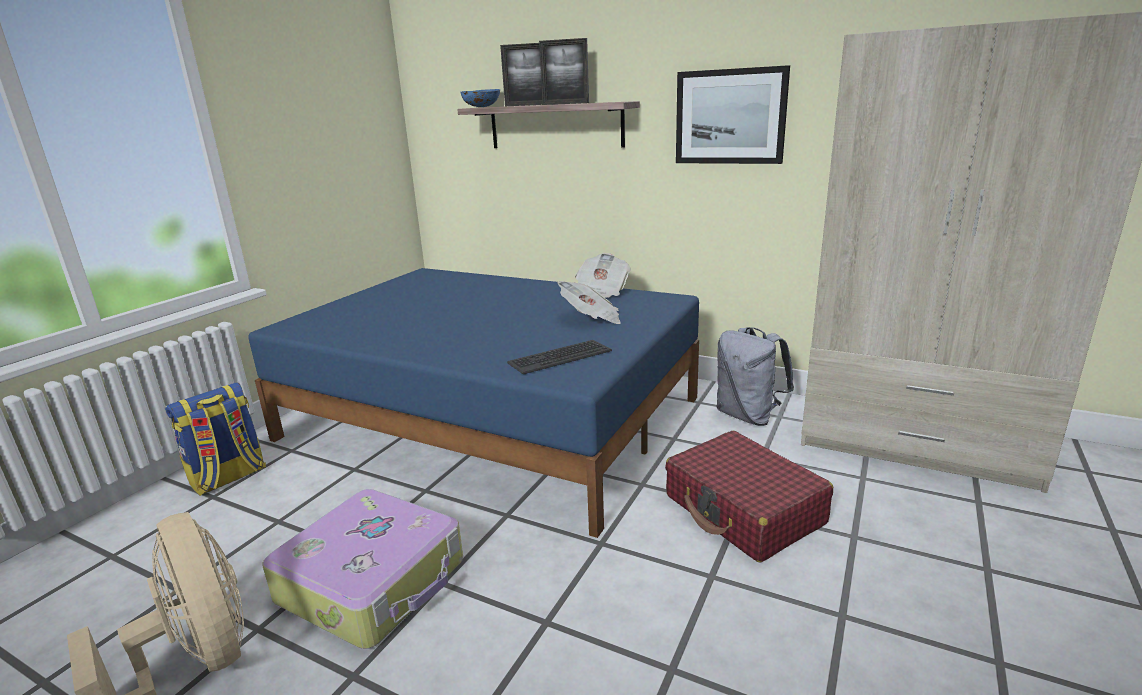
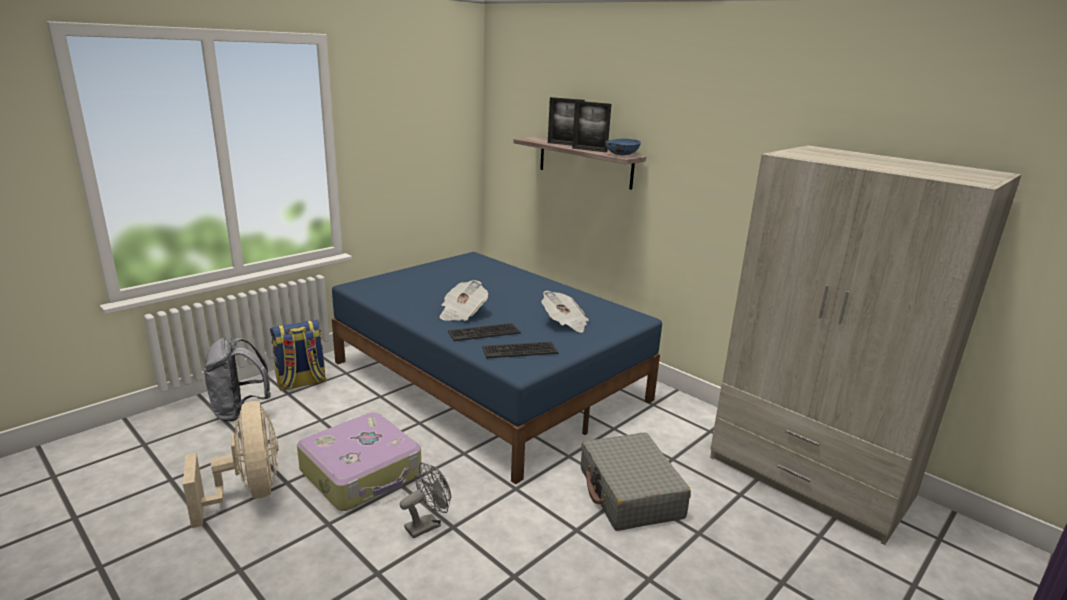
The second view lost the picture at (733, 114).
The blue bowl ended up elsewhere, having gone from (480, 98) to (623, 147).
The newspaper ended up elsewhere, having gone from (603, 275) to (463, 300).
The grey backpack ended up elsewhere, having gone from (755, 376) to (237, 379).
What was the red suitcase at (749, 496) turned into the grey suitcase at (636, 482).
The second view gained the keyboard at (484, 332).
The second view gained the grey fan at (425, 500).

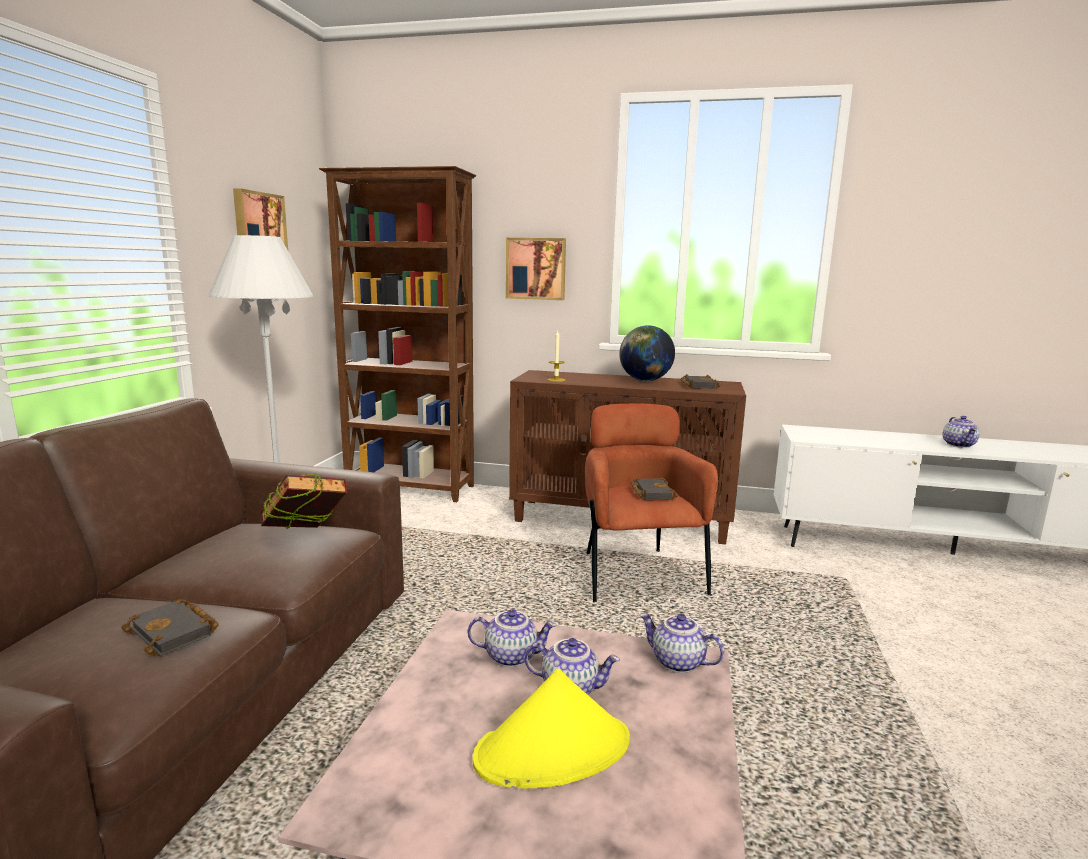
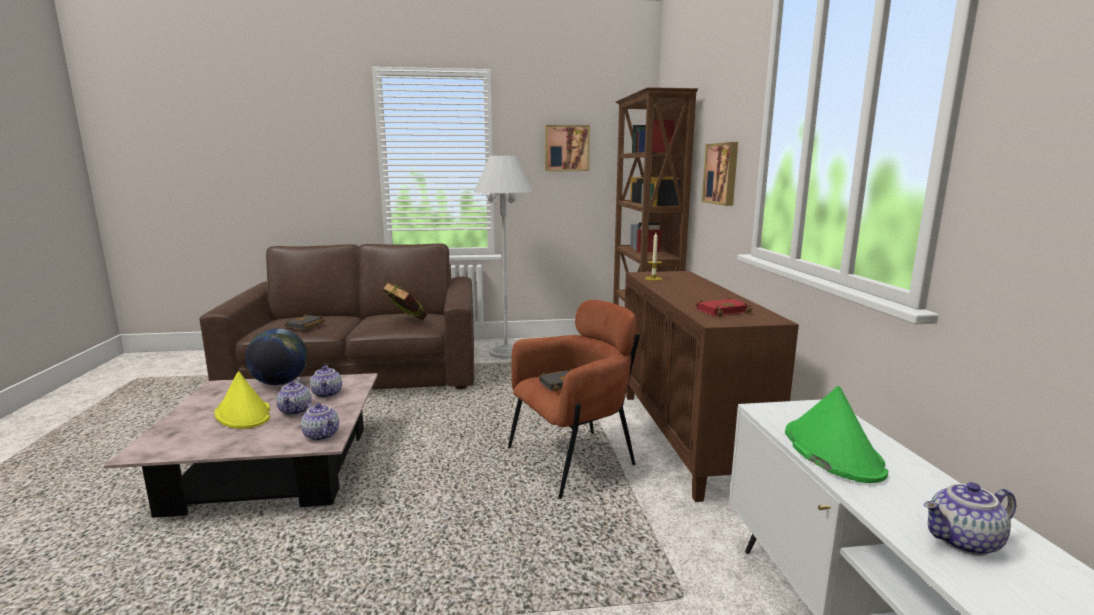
The globe ended up elsewhere, having gone from (647, 353) to (276, 357).
What was the black book at (701, 381) turned into the red book at (724, 307).
The teapot at (682, 643) ended up facing another way, 120 degrees clockwise from before.
The second view gained the green hat at (837, 434).

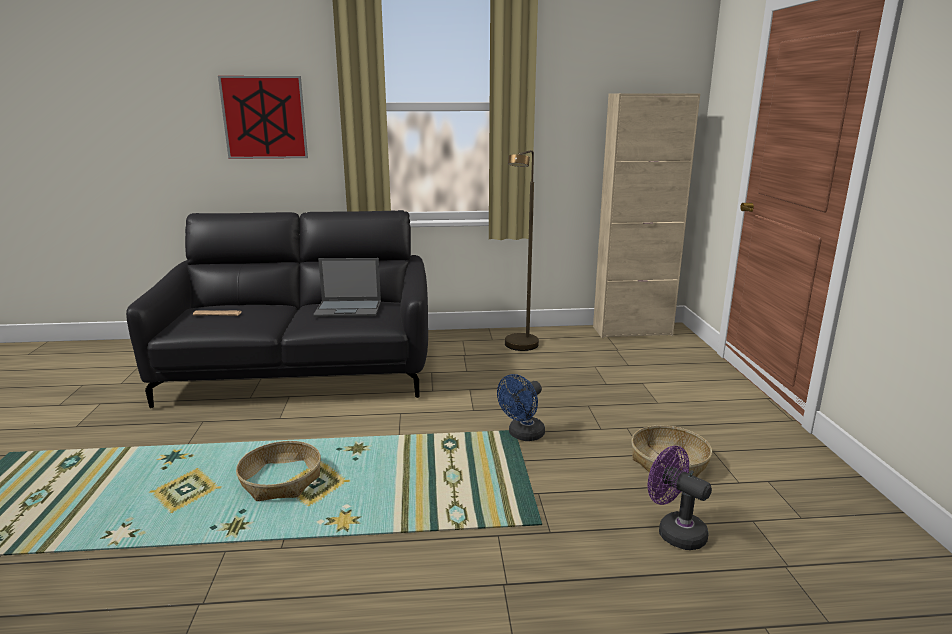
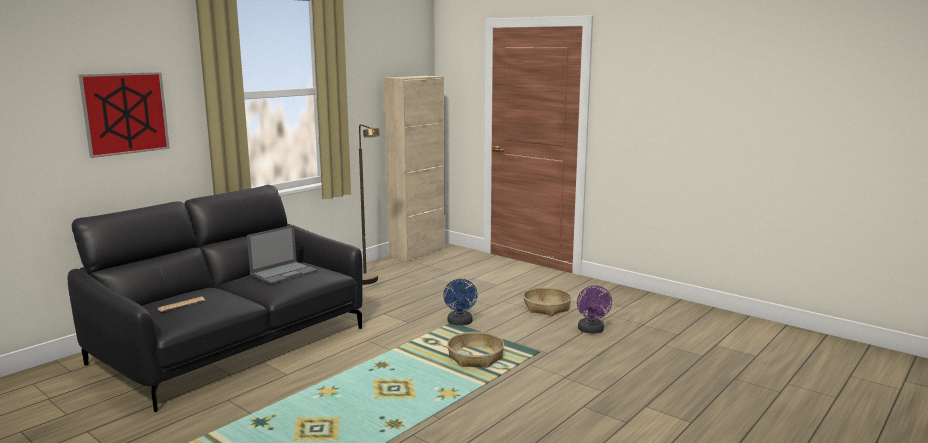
The basket ended up elsewhere, having gone from (278, 471) to (475, 350).
The purple fan at (680, 498) ended up facing another way, 90 degrees counterclockwise from before.

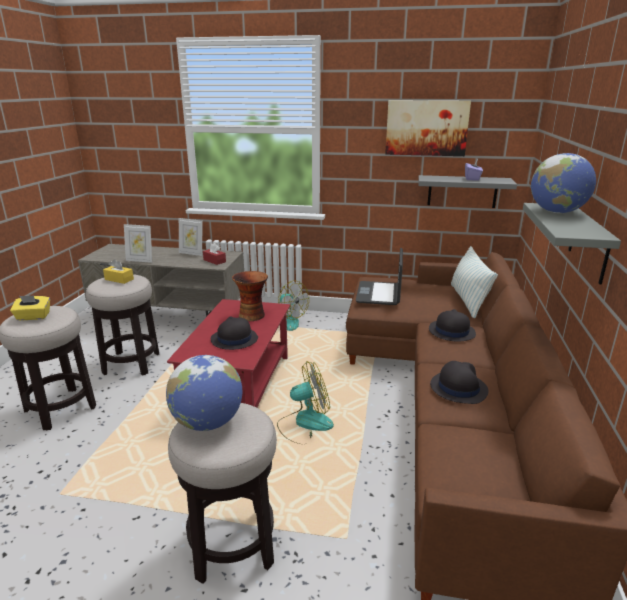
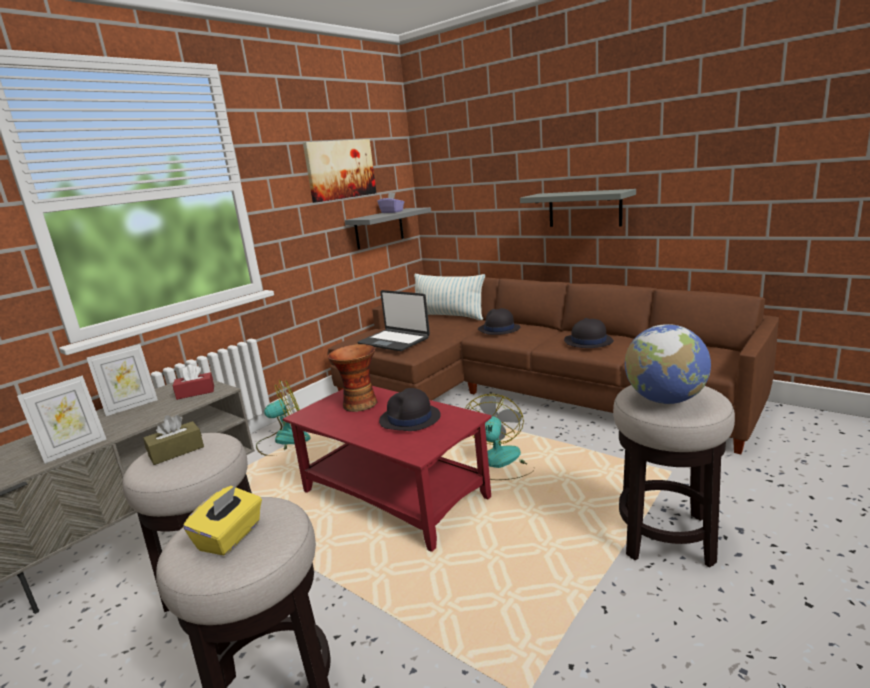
The second view lost the globe at (563, 183).
What was the yellow tissue box at (118, 271) turned into the brown tissue box at (173, 440).

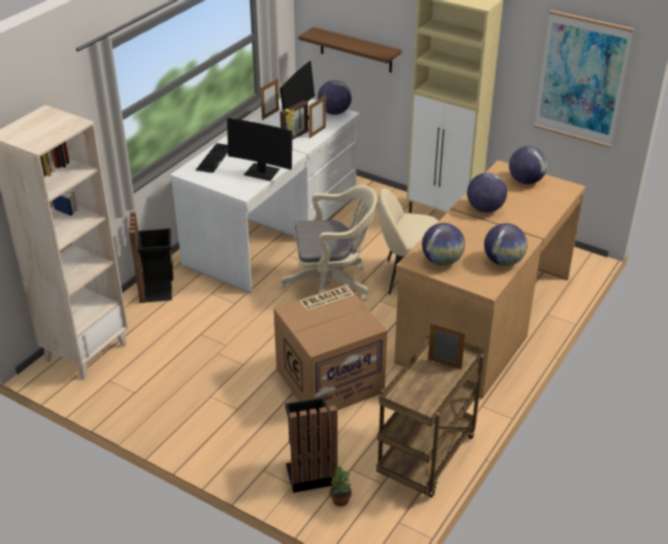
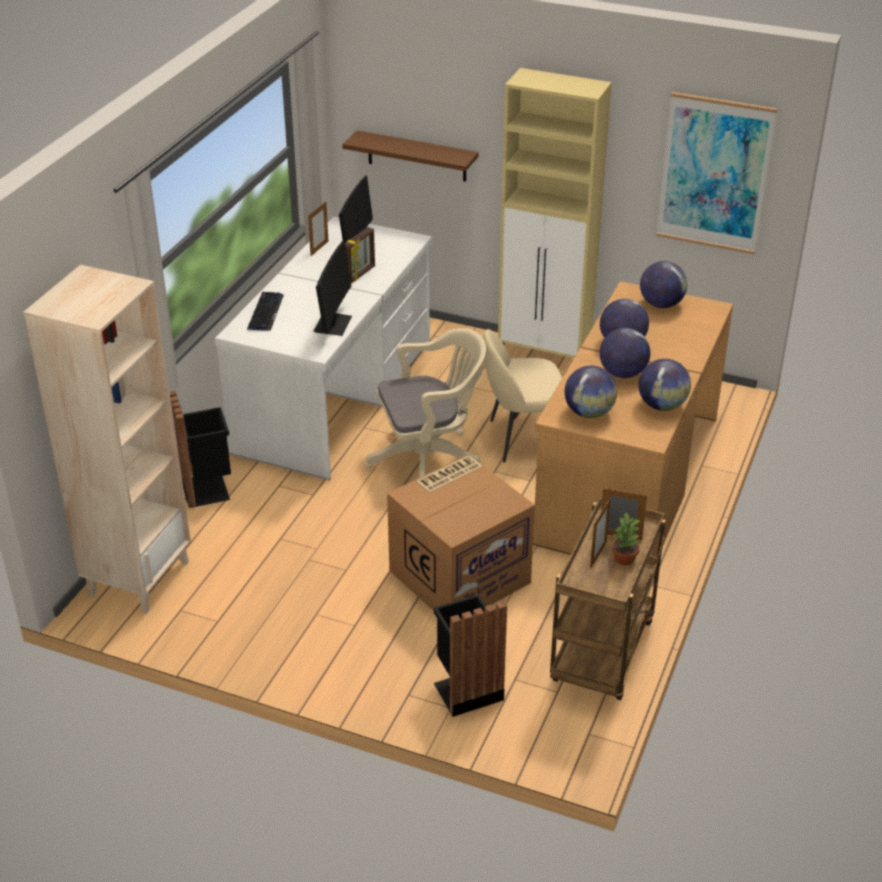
The globe ended up elsewhere, having gone from (335, 97) to (625, 353).
The picture frame ended up elsewhere, having gone from (317, 117) to (600, 533).
The monitor at (259, 149) ended up facing another way, 90 degrees counterclockwise from before.
The potted plant ended up elsewhere, having gone from (341, 486) to (626, 538).

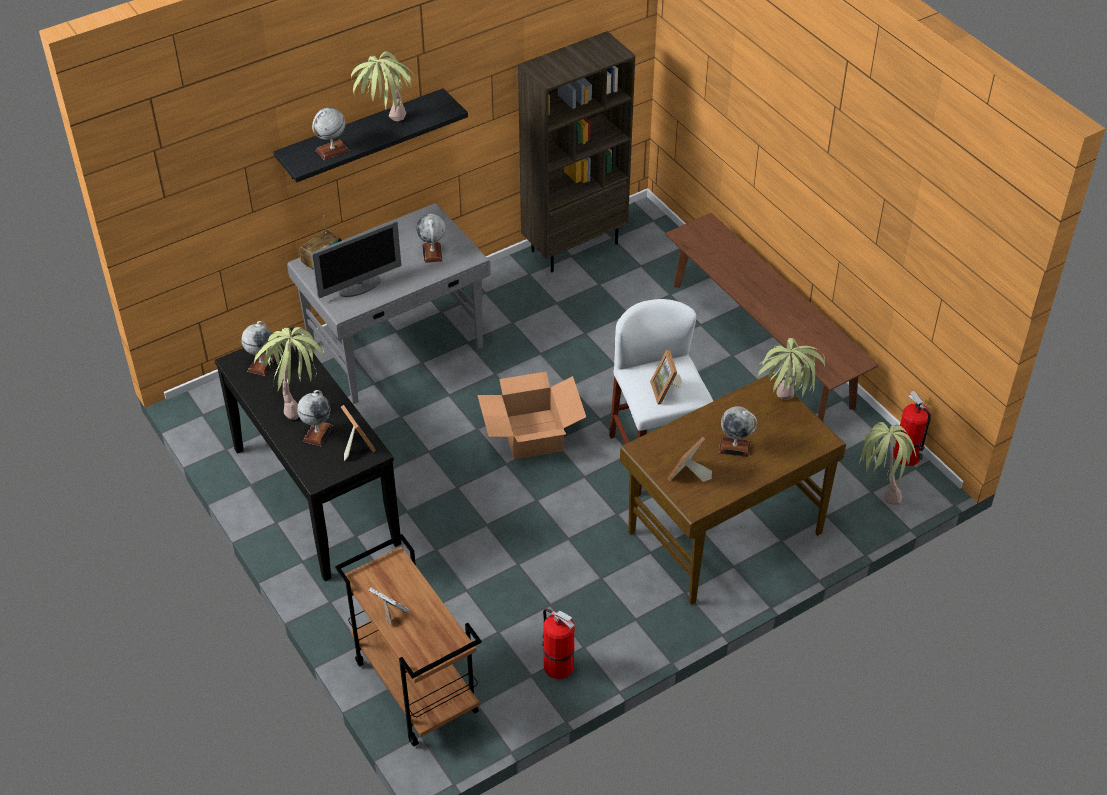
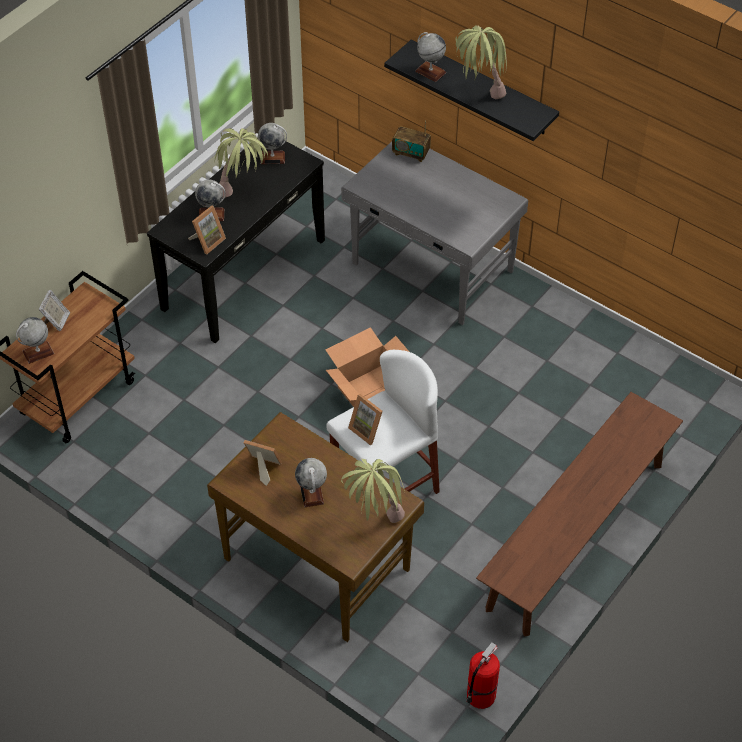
The second view lost the brown bookcase at (576, 151).
The globe ended up elsewhere, having gone from (430, 238) to (35, 340).
The second view lost the monitor at (356, 259).
The picture frame at (666, 377) ended up facing another way, 105 degrees counterclockwise from before.
The second view lost the potted plant at (887, 463).
The second view lost the fire extinguisher at (558, 643).

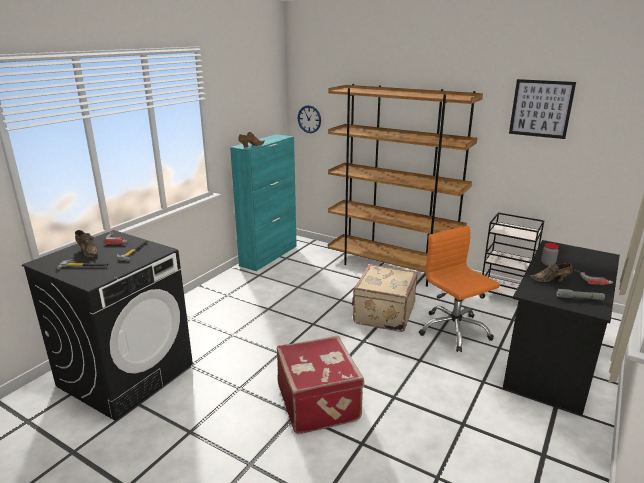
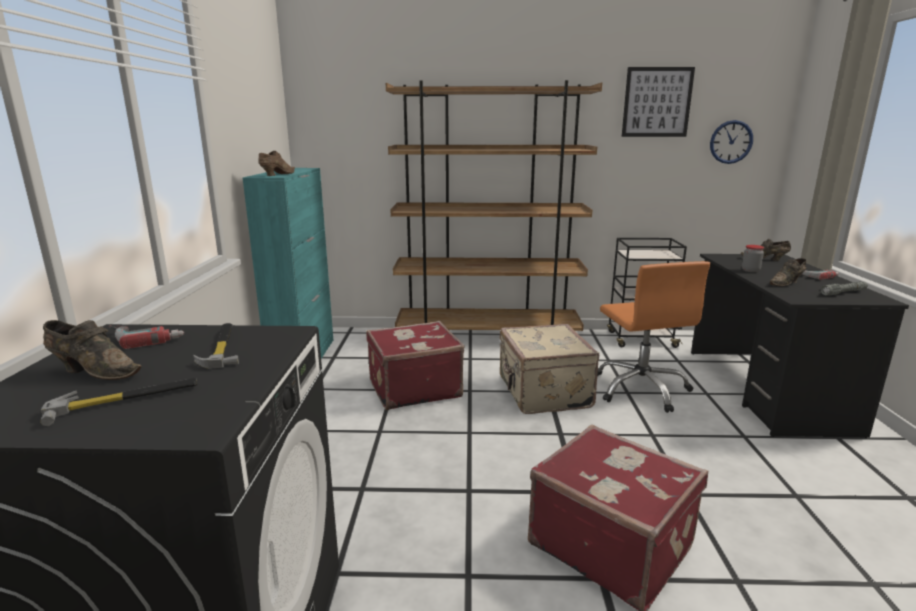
The wall clock ended up elsewhere, having gone from (309, 119) to (731, 142).
The orange office chair at (459, 289) ended up facing another way, 135 degrees counterclockwise from before.
The second view gained the brown shoe at (766, 250).
The second view gained the red suitcase at (415, 365).

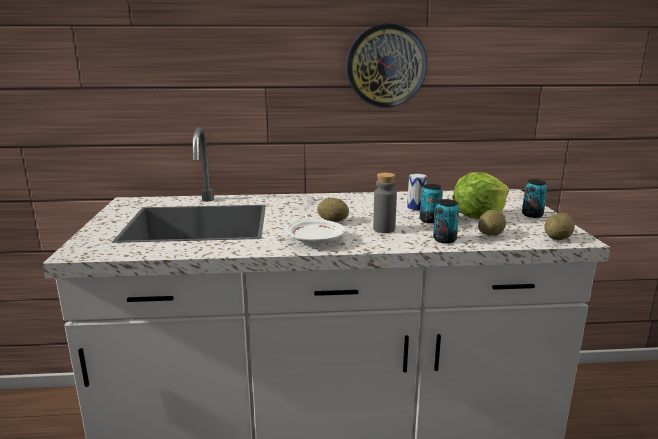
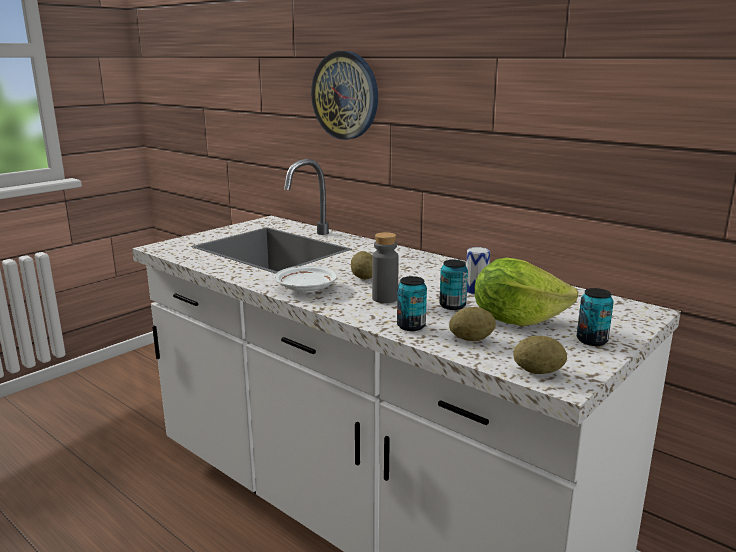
The wall clock ended up elsewhere, having gone from (386, 65) to (344, 95).

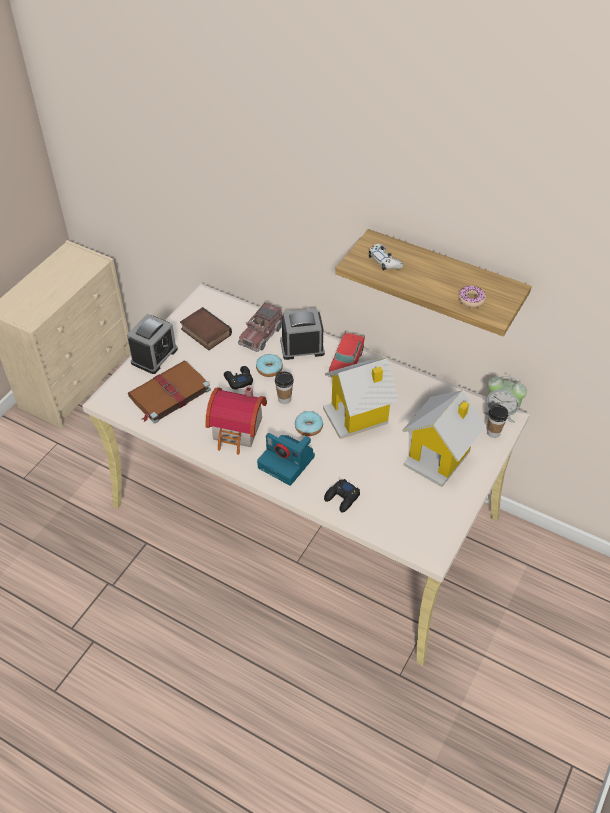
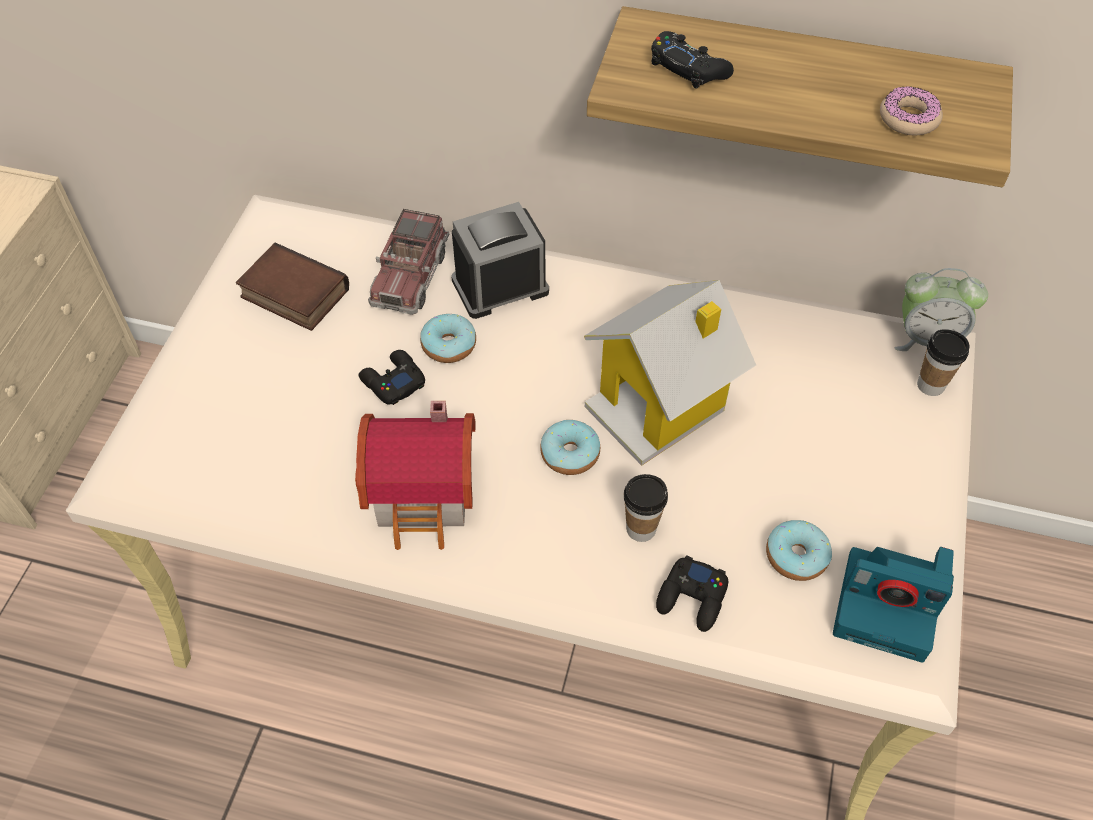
What was the white game controller at (386, 257) turned into the black game controller at (692, 59).
The second view lost the alarm clock at (152, 344).
The second view lost the toy car at (346, 354).
The second view lost the brown book at (169, 391).
The cup ended up elsewhere, having gone from (284, 387) to (646, 508).
The second view lost the toy house at (444, 438).
The photo camera ended up elsewhere, having gone from (286, 459) to (893, 604).
The second view gained the donut at (799, 550).

